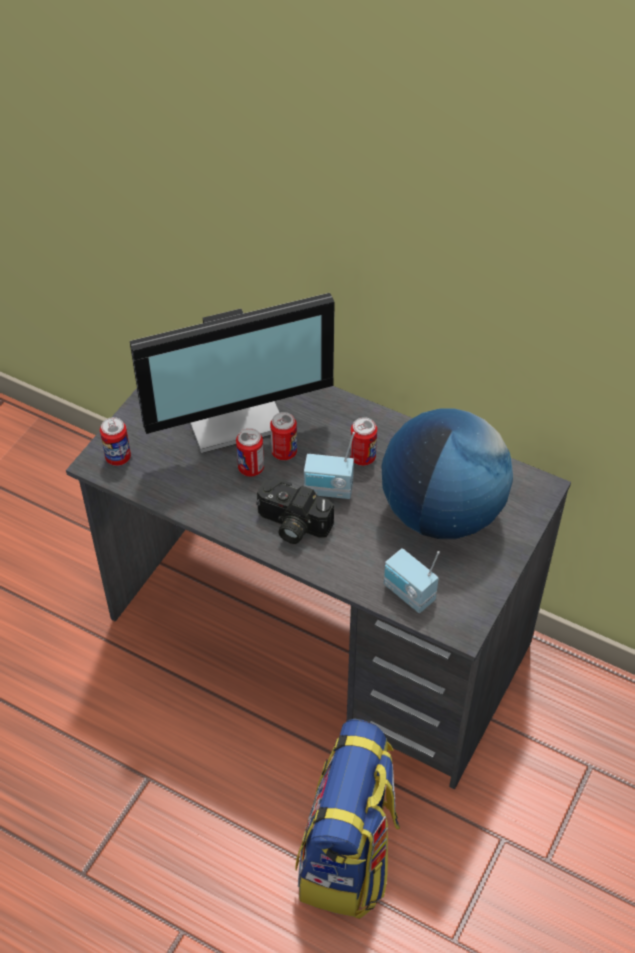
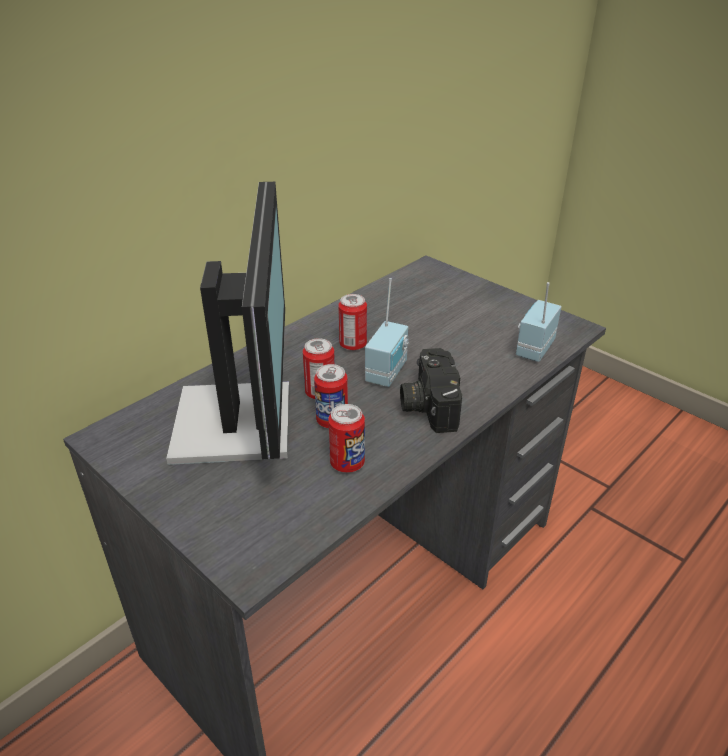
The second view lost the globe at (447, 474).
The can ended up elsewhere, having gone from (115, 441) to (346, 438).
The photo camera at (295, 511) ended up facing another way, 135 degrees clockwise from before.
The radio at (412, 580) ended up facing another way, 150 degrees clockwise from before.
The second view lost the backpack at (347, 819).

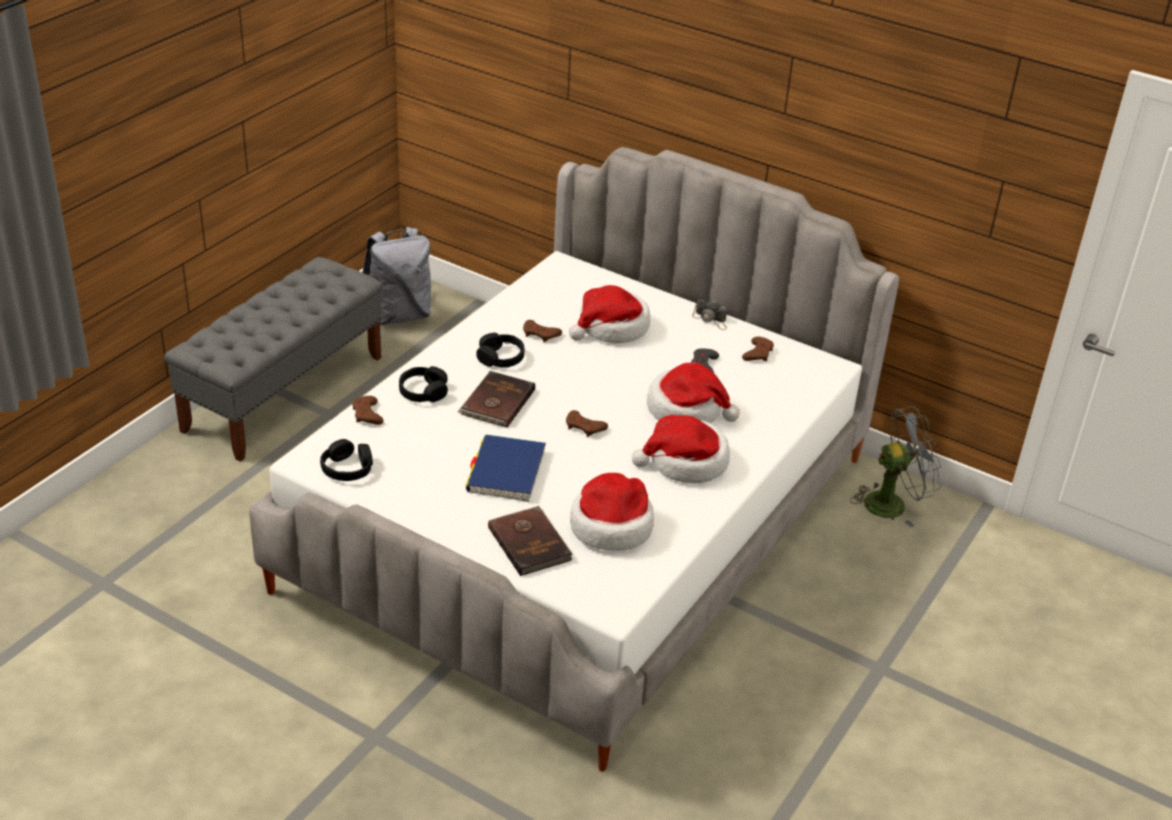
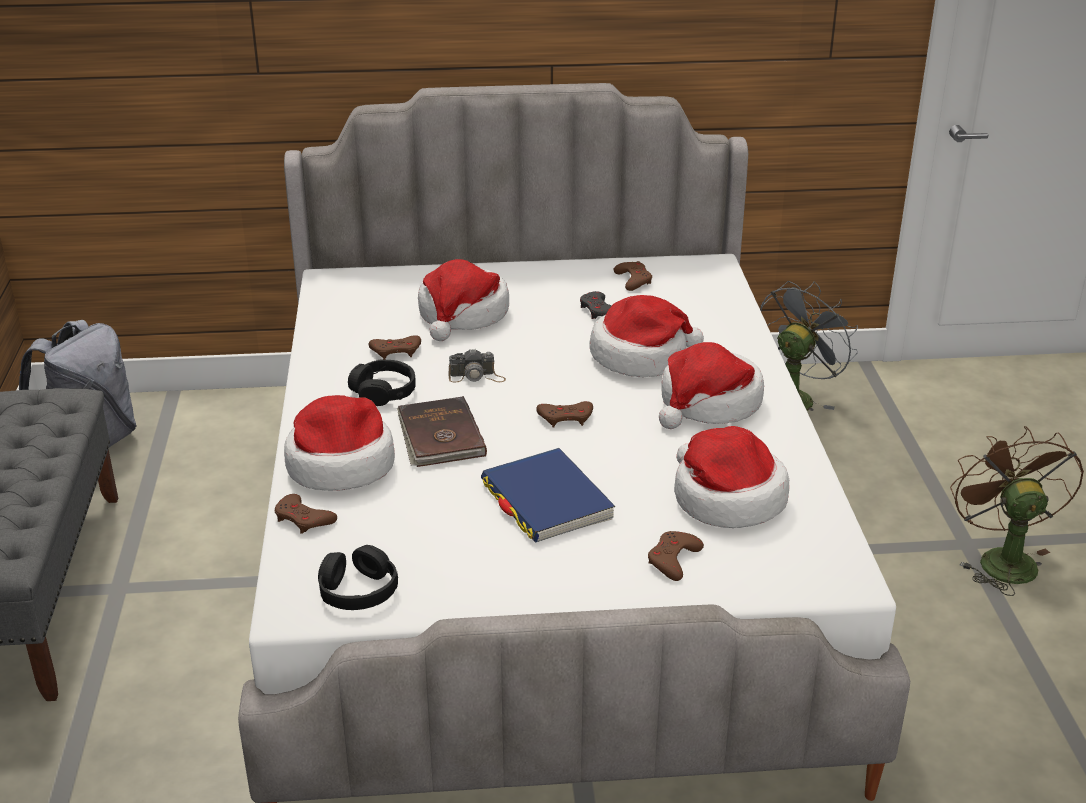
The photo camera ended up elsewhere, having gone from (709, 314) to (477, 366).
Where the black headphones stood at (423, 384), the hat came to stand at (339, 443).
Where the brown book stood at (530, 541), the brown game controller came to stand at (676, 556).
The second view gained the brown fan at (1017, 511).

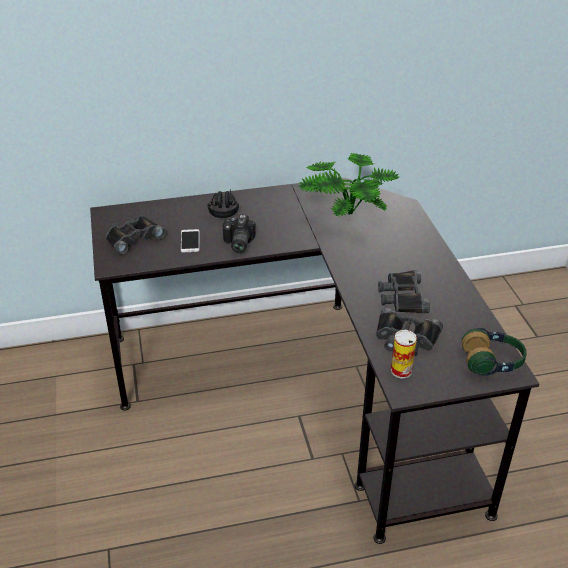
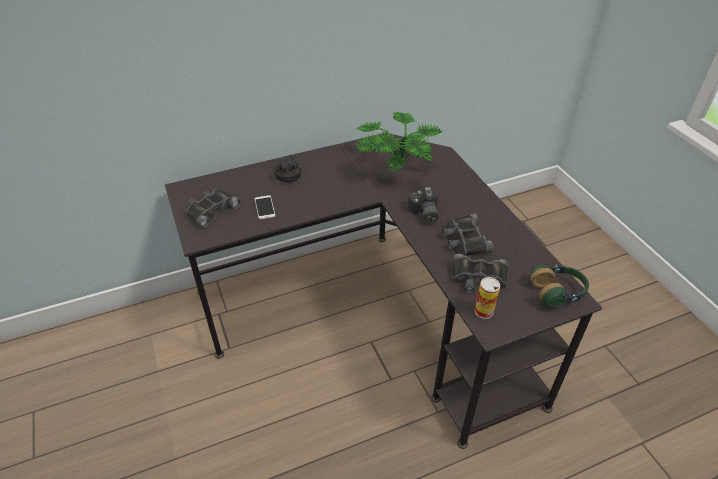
The photo camera ended up elsewhere, having gone from (239, 234) to (423, 205).

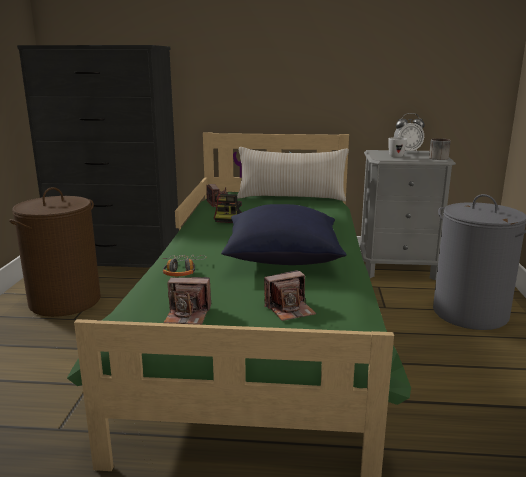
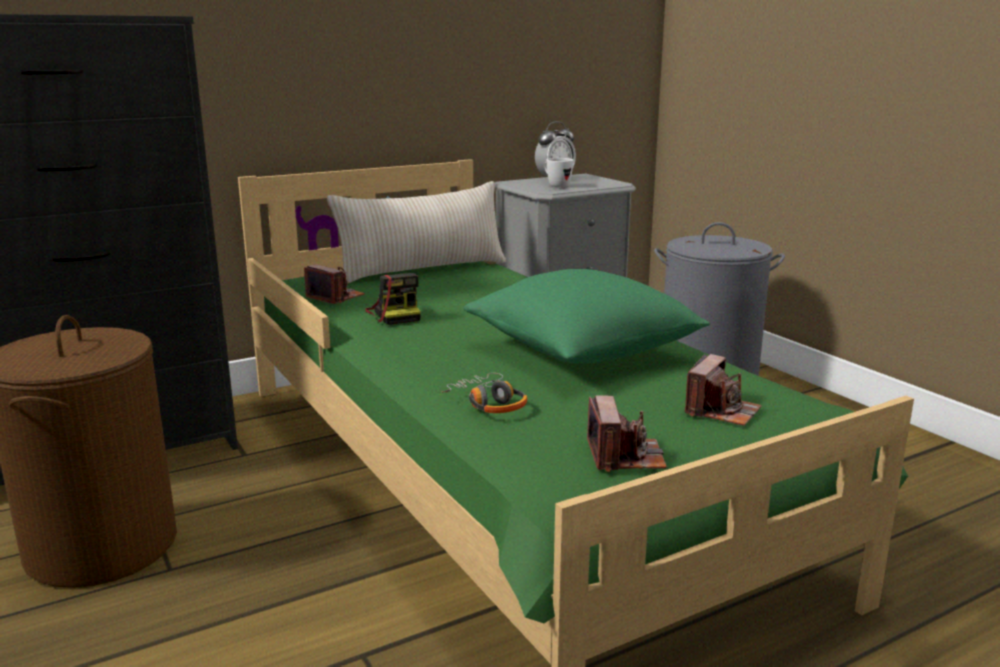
The second view lost the mug at (440, 149).
What was the blue pillow at (283, 234) turned into the green pillow at (587, 316).
The photo camera at (187, 301) ended up facing another way, 60 degrees counterclockwise from before.

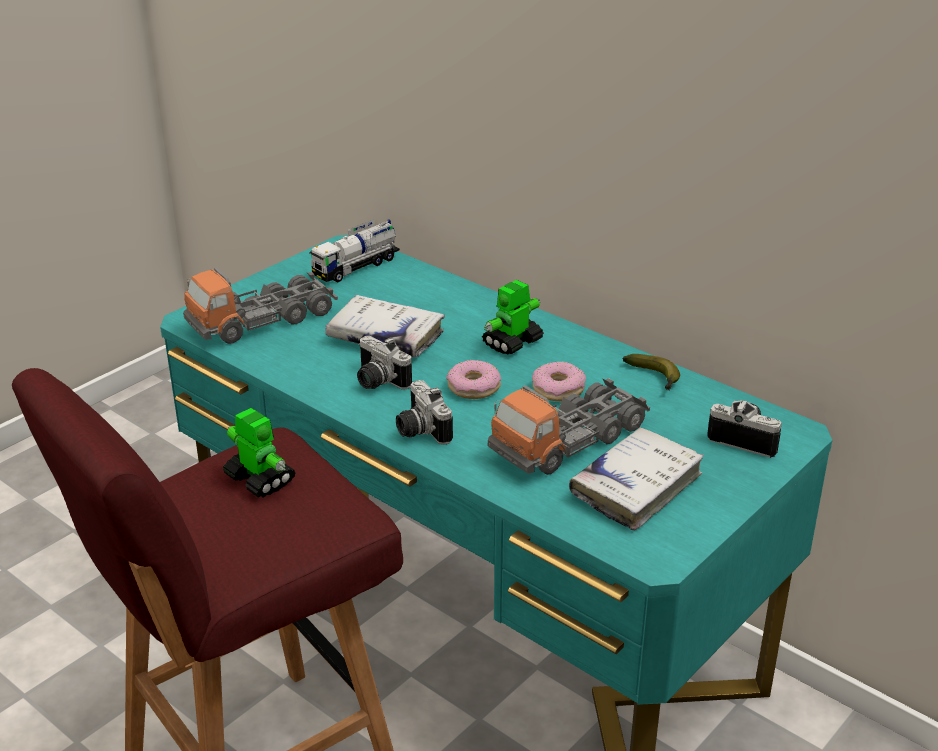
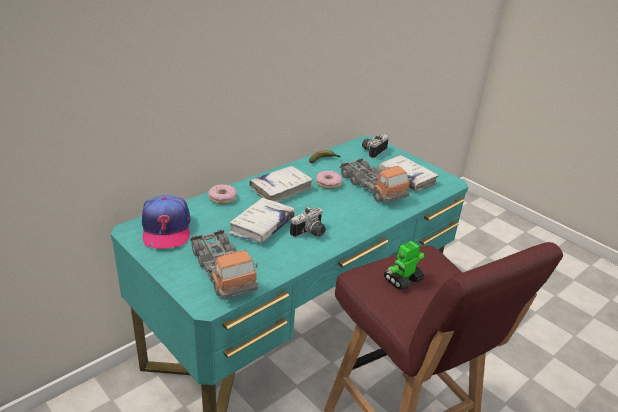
Where the toy truck stood at (355, 250), the cap came to stand at (166, 222).
Where the toy robot stood at (513, 317), the white book came to stand at (281, 184).
The donut ended up elsewhere, having gone from (474, 379) to (222, 194).
The second view lost the photo camera at (424, 412).

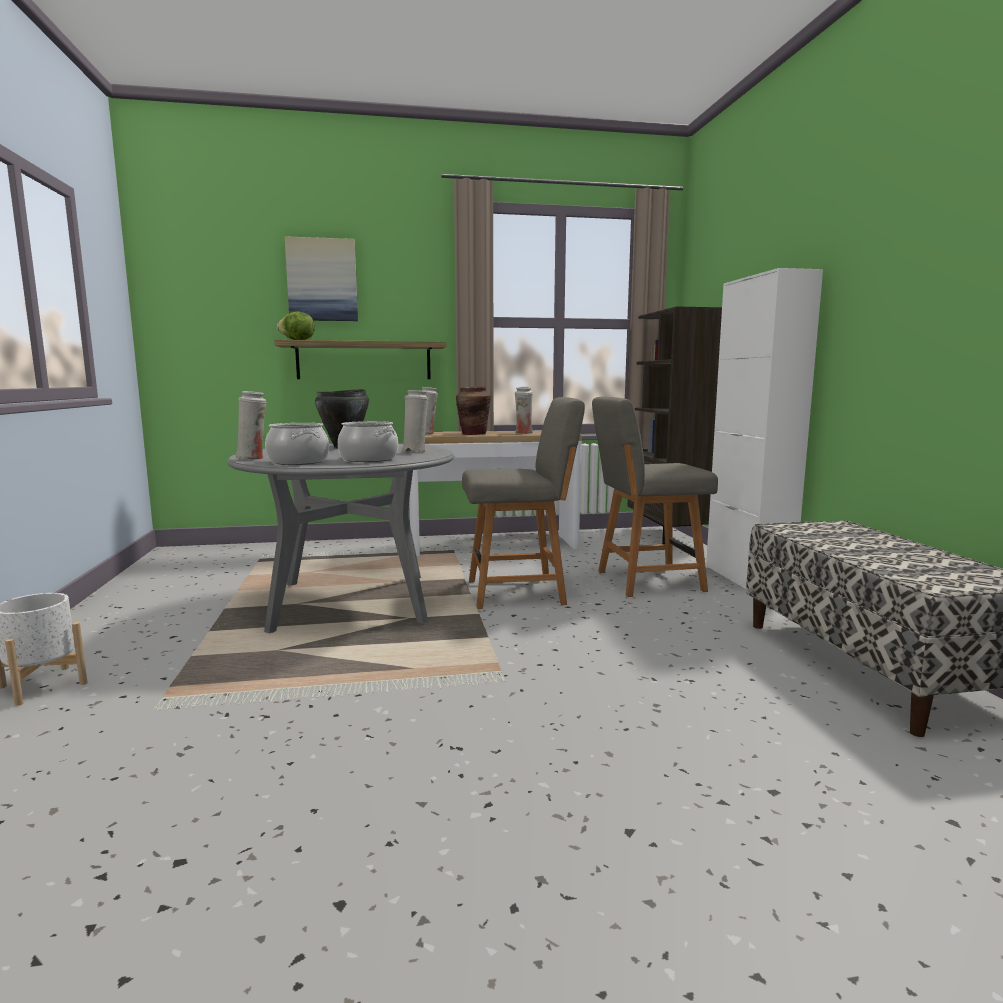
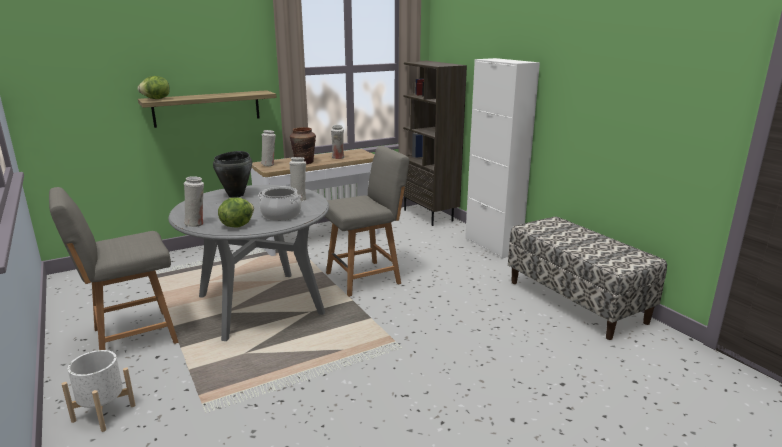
The second view lost the picture at (321, 278).
The grey chair ended up elsewhere, having gone from (655, 497) to (113, 268).
Where the cooking pot stood at (297, 444), the lettuce came to stand at (236, 212).

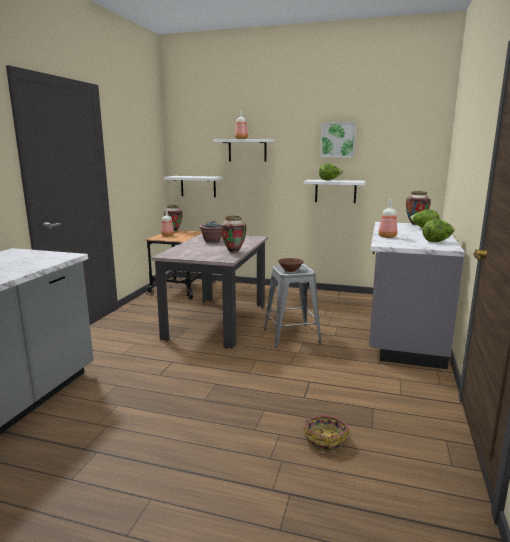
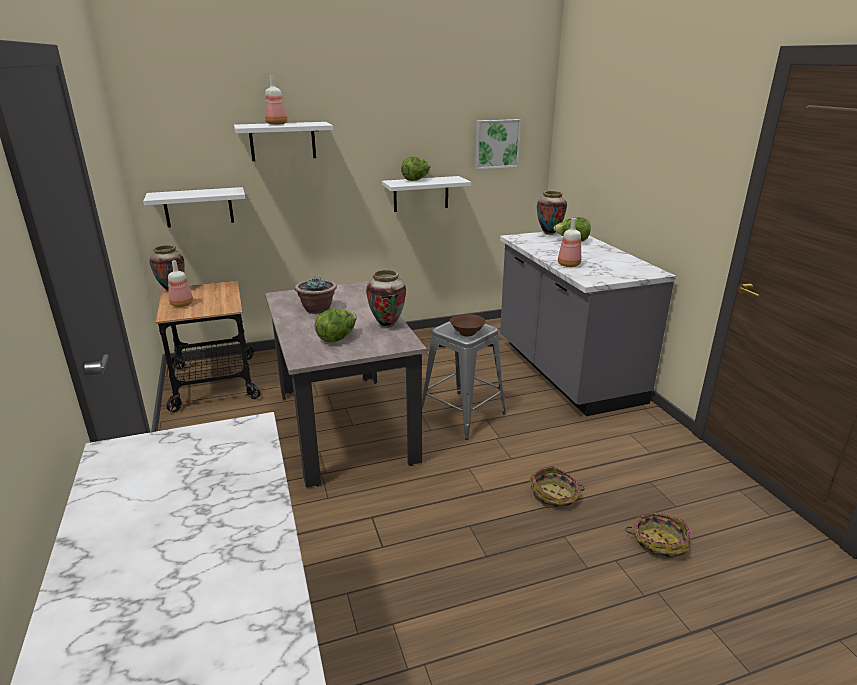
The picture ended up elsewhere, having gone from (338, 139) to (498, 144).
The lettuce ended up elsewhere, having gone from (438, 230) to (336, 325).
The second view gained the basket at (556, 487).

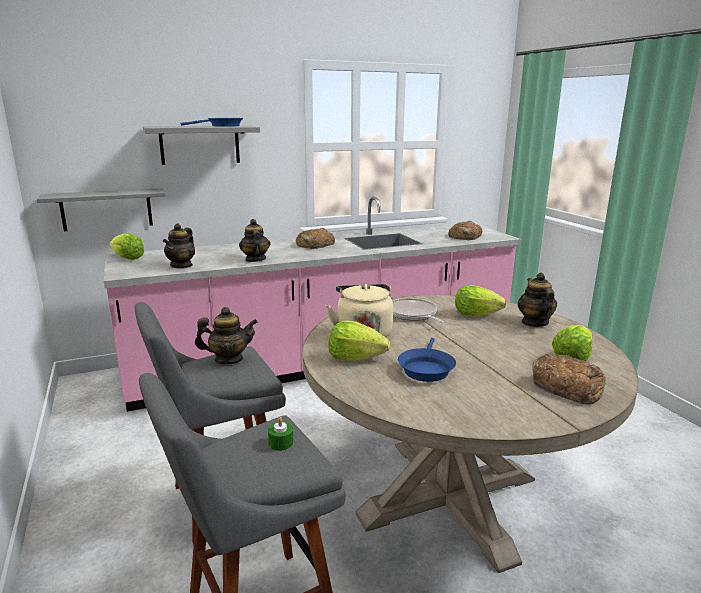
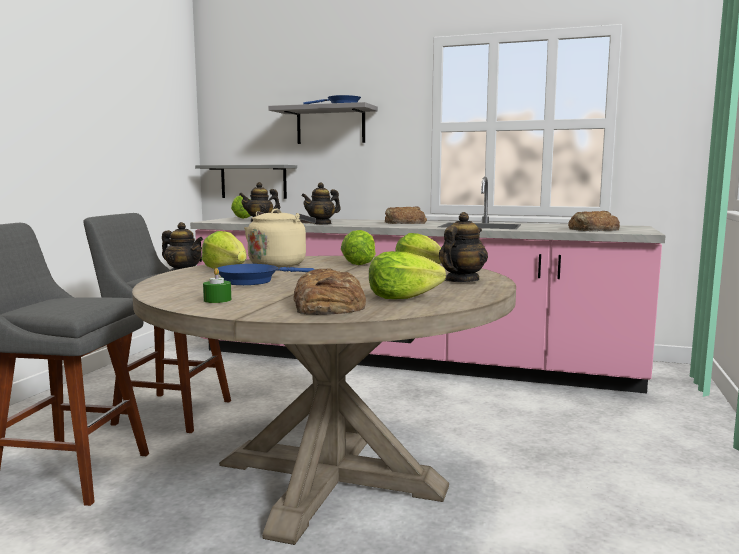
The teapot at (254, 240) ended up facing another way, 150 degrees counterclockwise from before.
Where the frying pan stood at (418, 310), the lettuce came to stand at (358, 247).
The green candle ended up elsewhere, having gone from (281, 434) to (217, 285).

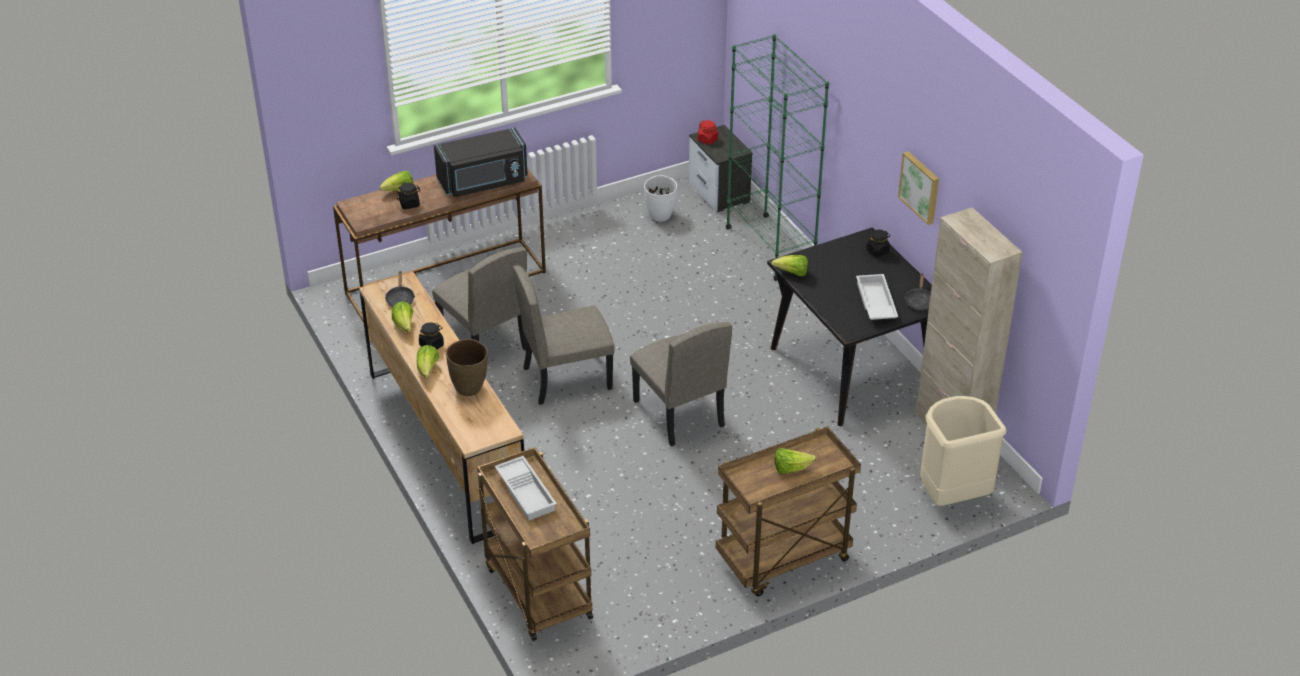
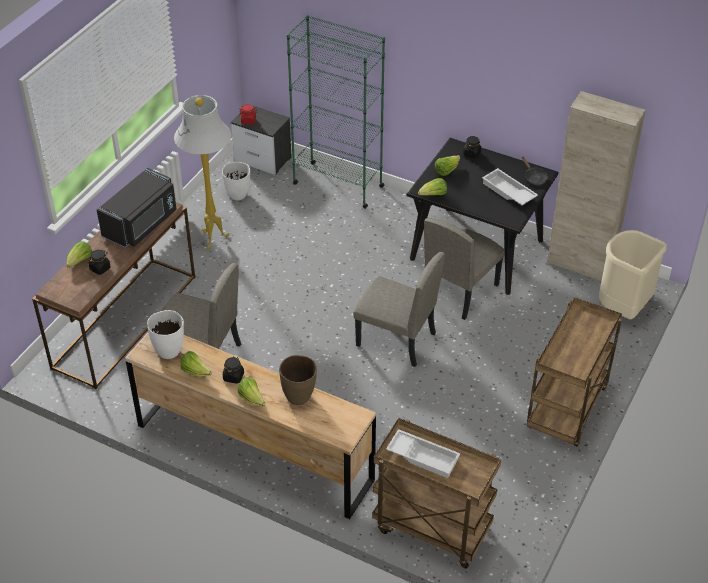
The second view lost the picture at (918, 188).
The beige chair ended up elsewhere, having gone from (564, 335) to (464, 269).
Where the black frying pan stood at (400, 289), the white vase came to stand at (165, 334).
The lettuce ended up elsewhere, having gone from (795, 461) to (447, 165).
The second view gained the white floor lamp at (202, 171).

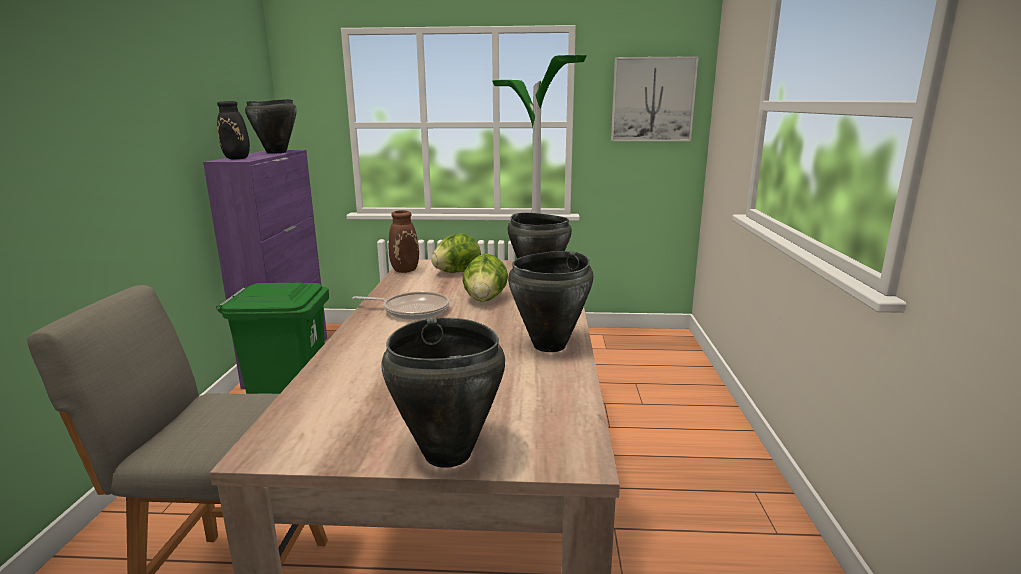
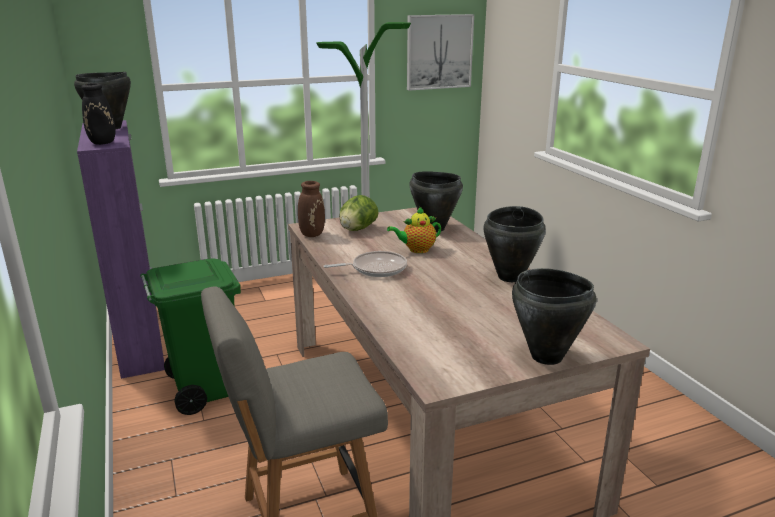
Where the lettuce stood at (485, 278), the teapot came to stand at (414, 229).

